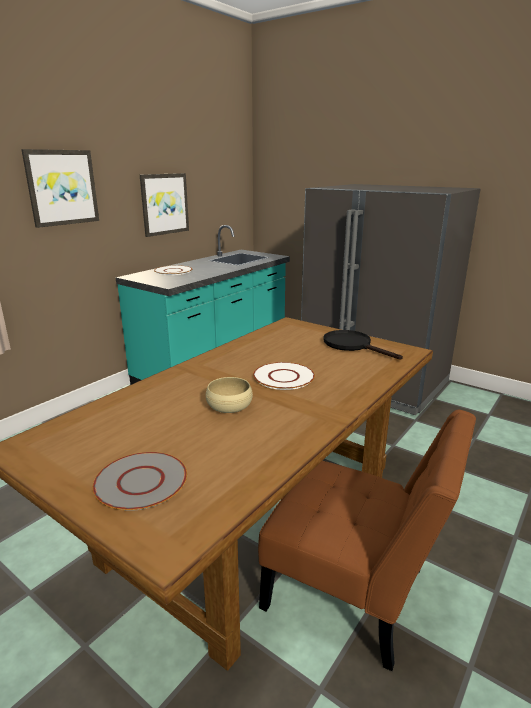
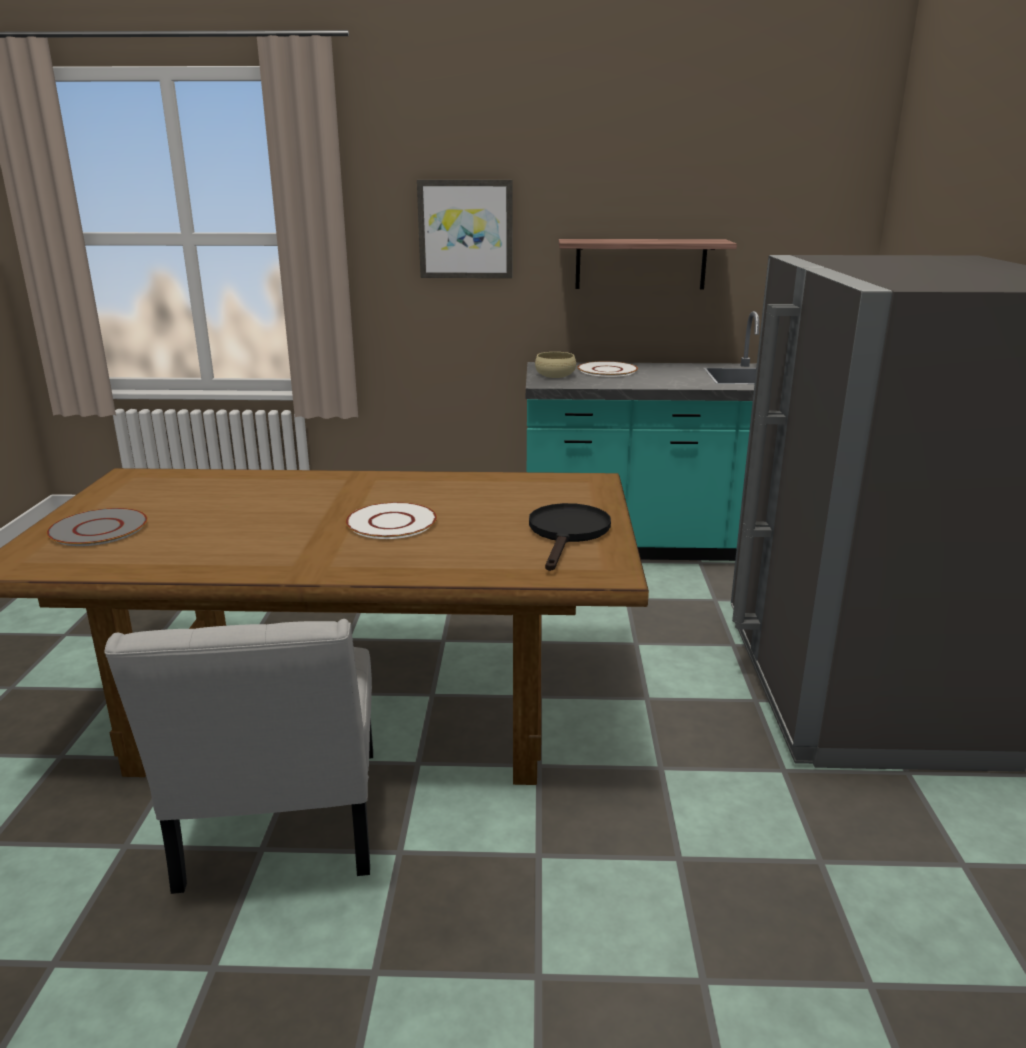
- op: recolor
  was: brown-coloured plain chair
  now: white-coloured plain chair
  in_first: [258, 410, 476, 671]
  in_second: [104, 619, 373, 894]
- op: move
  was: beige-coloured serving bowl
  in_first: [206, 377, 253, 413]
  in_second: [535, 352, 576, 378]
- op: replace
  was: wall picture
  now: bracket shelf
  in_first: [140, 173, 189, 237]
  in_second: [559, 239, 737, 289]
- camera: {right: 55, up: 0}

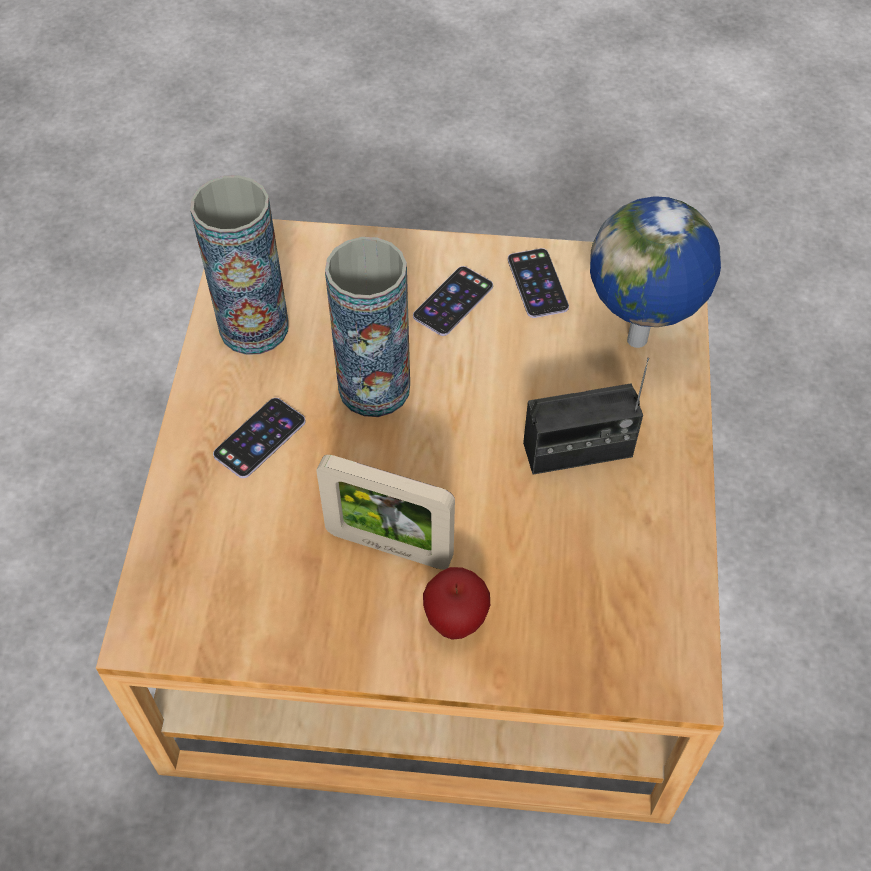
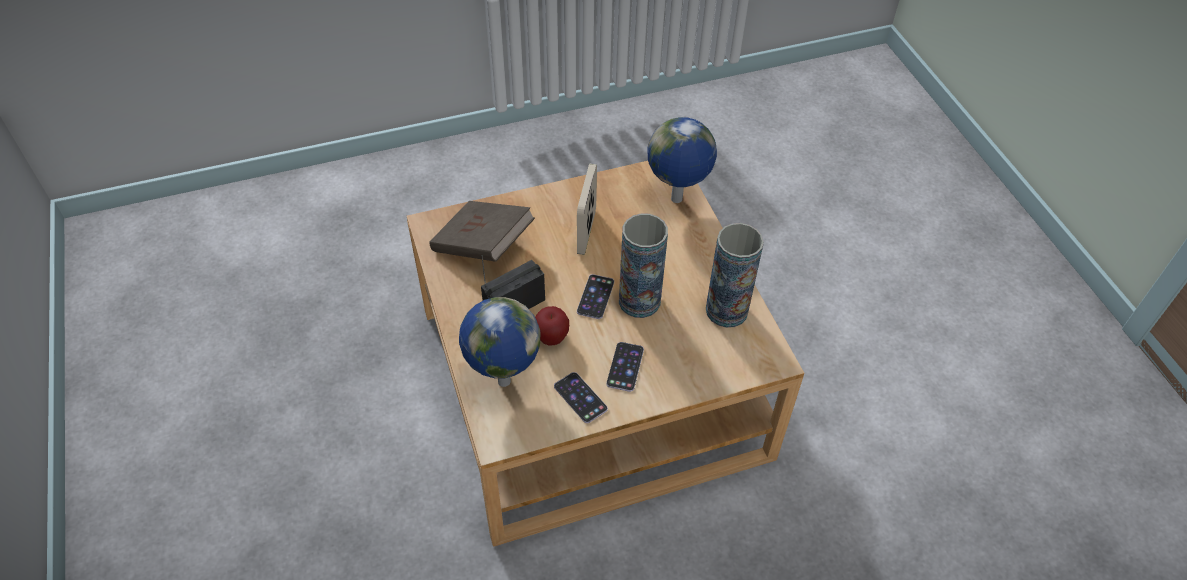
- op: insert
  now: brown-coloured book
  in_second: [429, 201, 535, 262]
- op: move
  was: apple fruit
  in_first: [423, 567, 490, 640]
  in_second: [535, 306, 569, 346]
- op: rotate
  was: photo frame
  in_first: [316, 455, 455, 569]
  in_second: [577, 164, 597, 255]
  clockwise: -75
- op: move
  was: telephone
  in_first: [213, 398, 305, 478]
  in_second: [577, 274, 614, 319]
- op: insert
  now: world globe
  in_second: [647, 117, 717, 203]
- camera: {right: 155, up: -5}

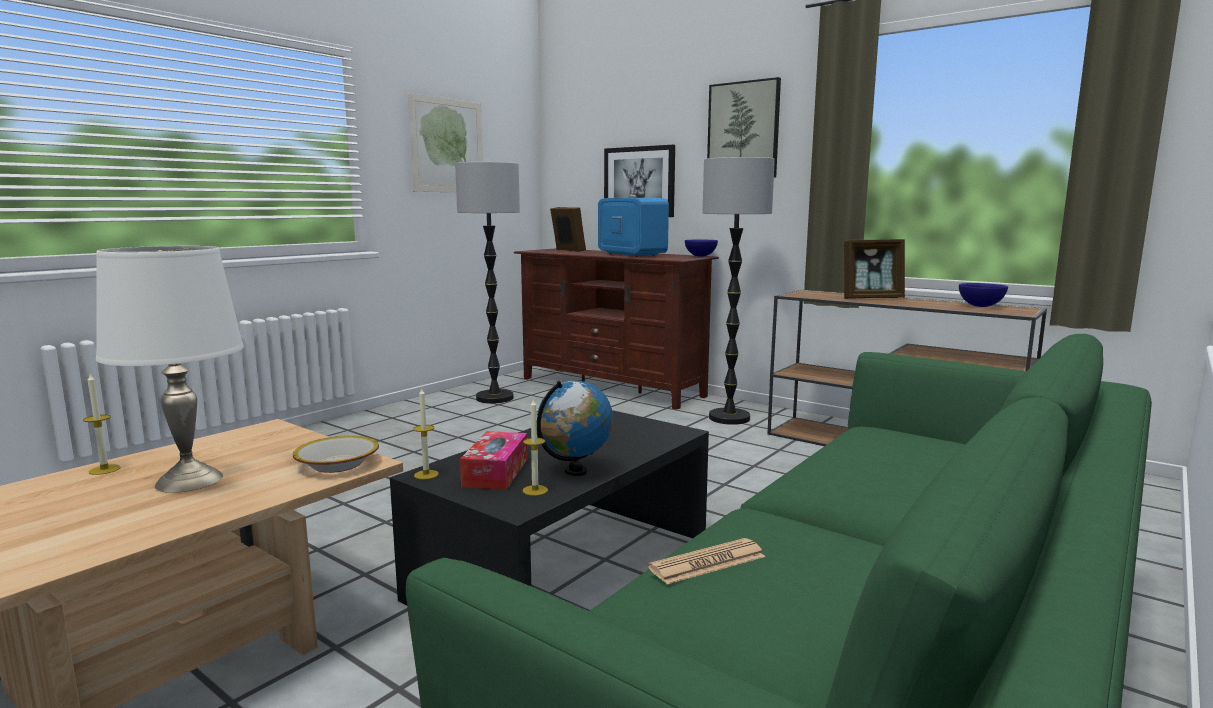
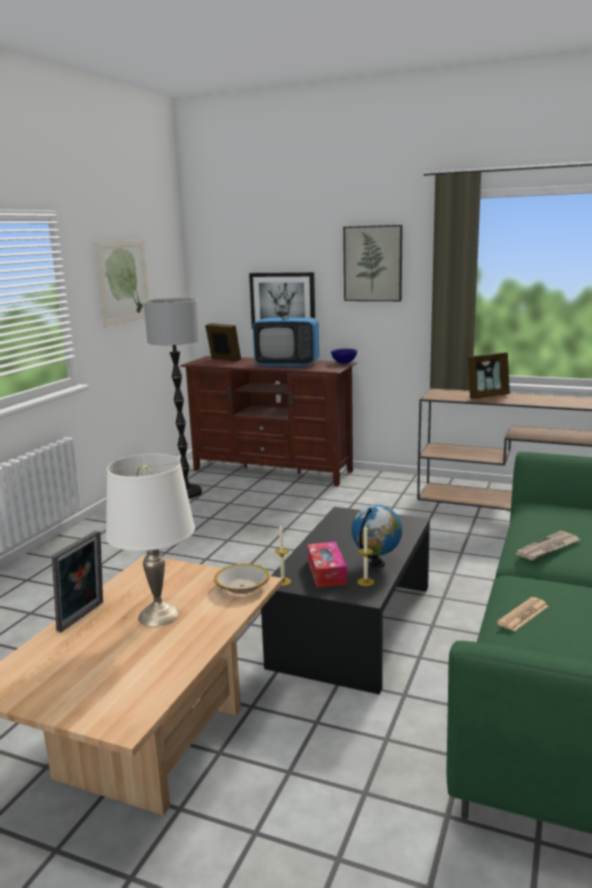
- op: replace
  was: wax light
  now: photo frame
  in_first: [83, 374, 121, 475]
  in_second: [52, 530, 103, 632]
- op: rotate
  was: TV
  in_first: [598, 158, 669, 257]
  in_second: [253, 288, 319, 367]
  clockwise: 150
- op: insert
  now: printed paper
  in_second: [515, 531, 581, 561]
- op: delete
  was: standing lamp
  in_first: [703, 157, 775, 425]
- op: delete
  was: bluish serving bowl
  in_first: [959, 283, 1008, 307]
- camera: {right: -15, up: 5}

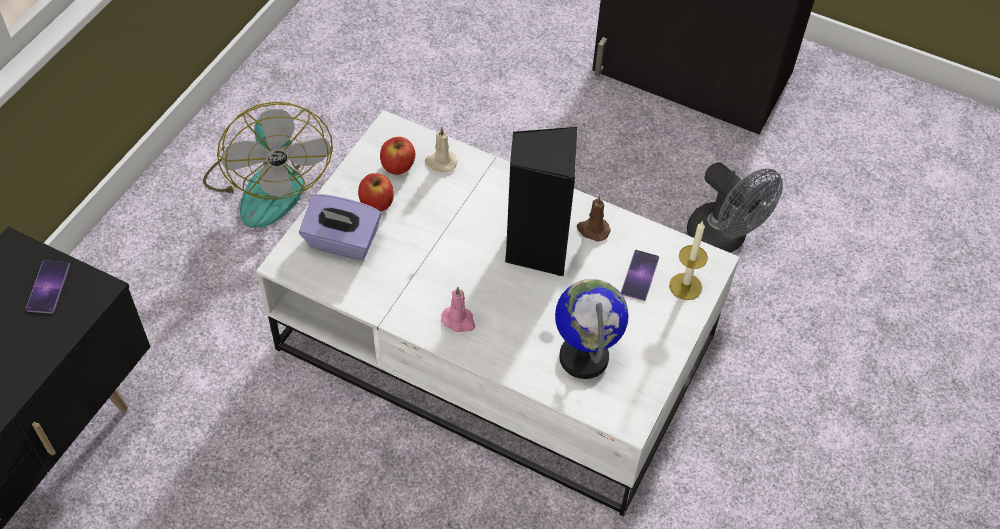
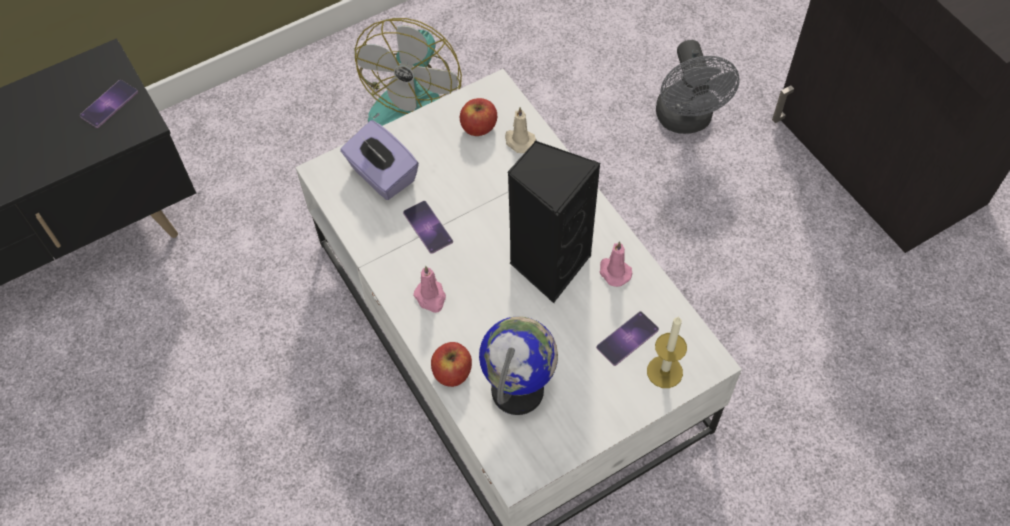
- op: insert
  now: telephone
  in_second: [403, 201, 453, 254]
- op: move
  was: apple fruit
  in_first: [358, 173, 394, 212]
  in_second: [431, 342, 472, 387]
- op: recolor
  was: brown-coloured wax light
  now: pink wax light
  in_first: [577, 196, 611, 241]
  in_second: [600, 241, 632, 287]
- op: move
  was: grey cooling fan
  in_first: [687, 162, 783, 253]
  in_second: [656, 40, 740, 134]
- camera: {right: 35, up: 5}

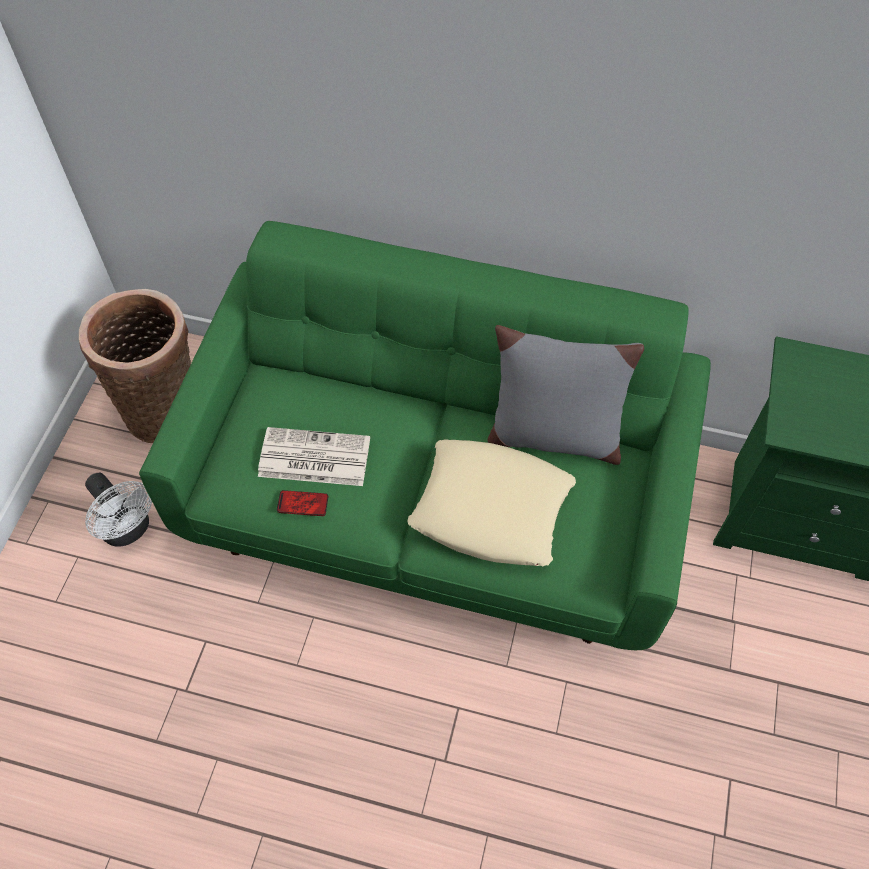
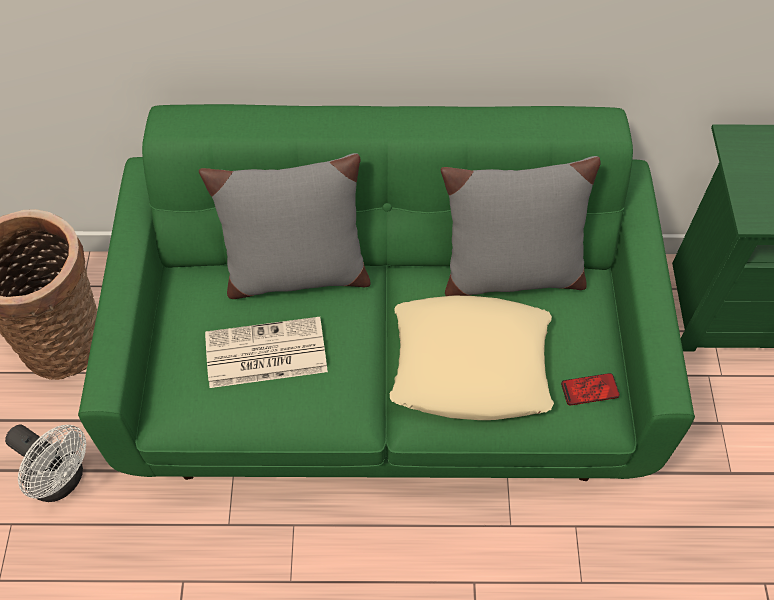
- op: insert
  now: grey cushion
  in_second: [199, 153, 371, 299]
- op: move
  was: telephone
  in_first: [277, 490, 328, 516]
  in_second: [561, 373, 620, 406]
- camera: {right: -15, up: 0}

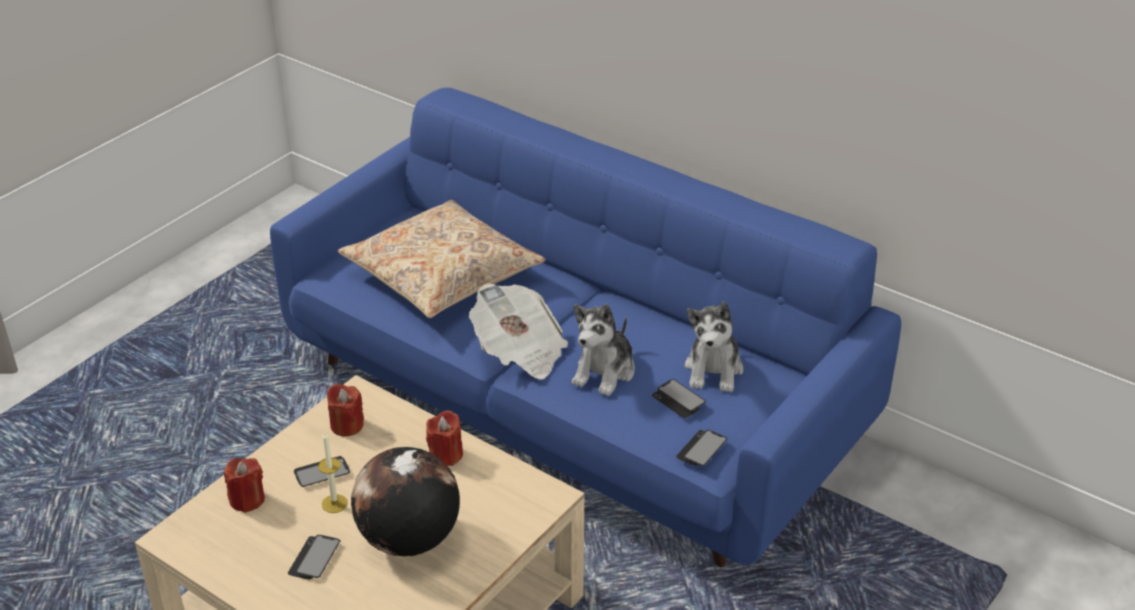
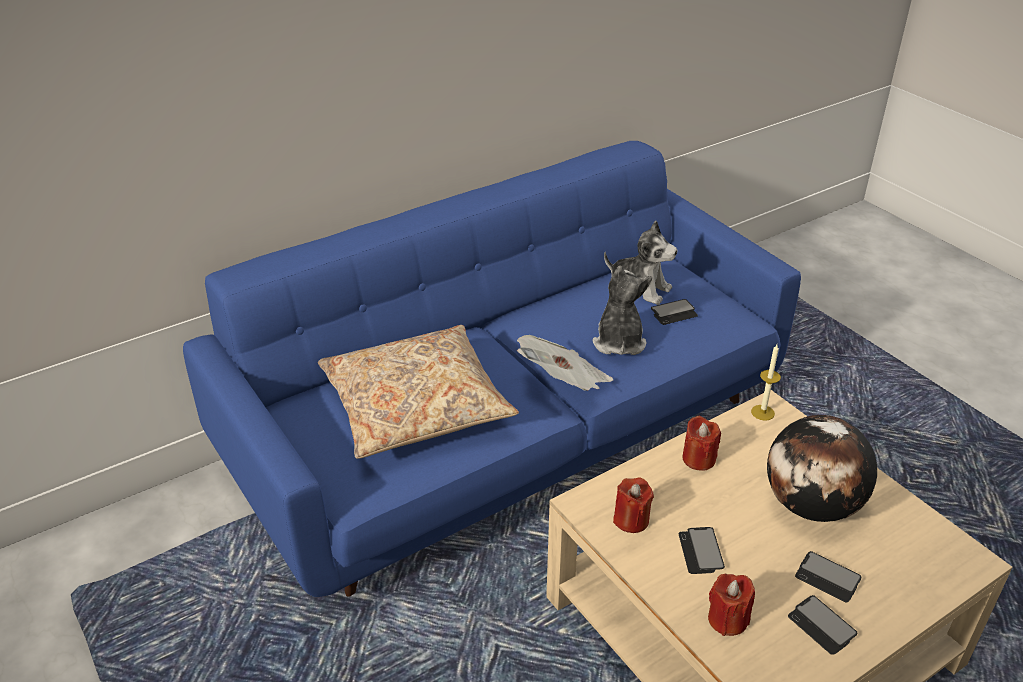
- op: rotate
  was: soft toy
  in_first: [572, 304, 635, 396]
  in_second: [592, 265, 652, 355]
  clockwise: -135
- op: move
  was: wax light
  in_first: [318, 432, 348, 513]
  in_second: [751, 344, 781, 421]
- op: move
  was: telephone
  in_first: [676, 430, 728, 466]
  in_second: [788, 595, 857, 655]
- camera: {right: -70, up: 0}

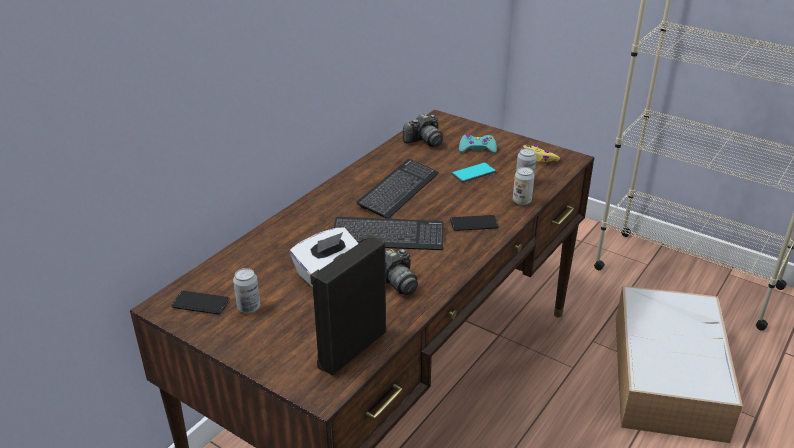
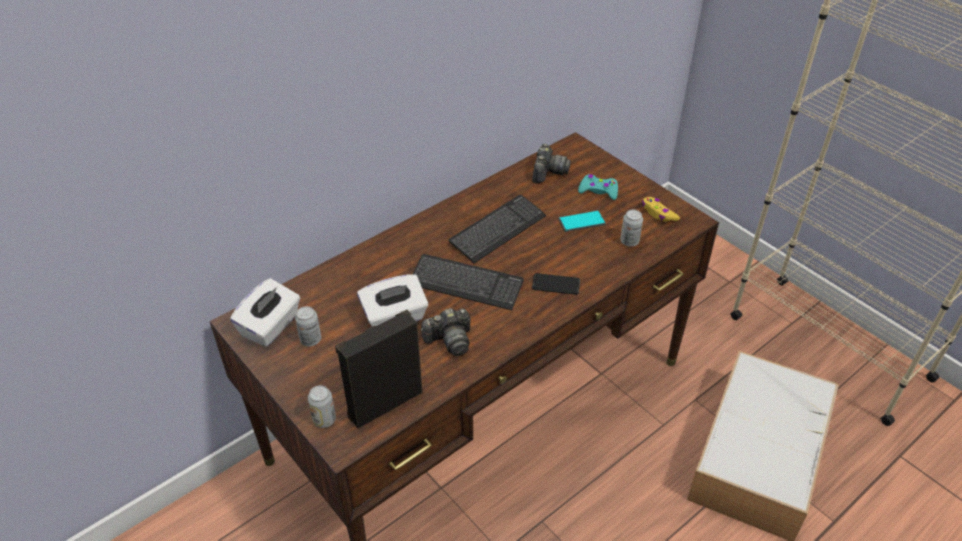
- op: replace
  was: telephone
  now: white-coloured box of tissues
  in_first: [171, 291, 230, 314]
  in_second: [230, 278, 300, 347]
- op: move
  was: sealed can
  in_first: [513, 167, 535, 205]
  in_second: [308, 385, 336, 428]
- op: rotate
  was: photo camera
  in_first: [403, 114, 443, 147]
  in_second: [532, 144, 571, 183]
  clockwise: -60
- camera: {right: 15, up: 10}

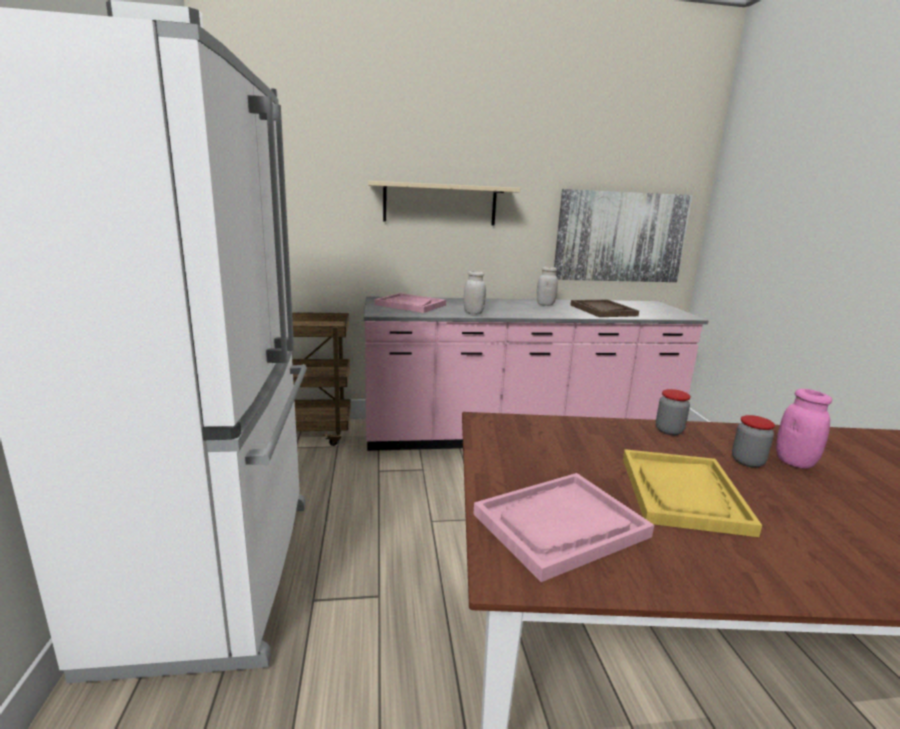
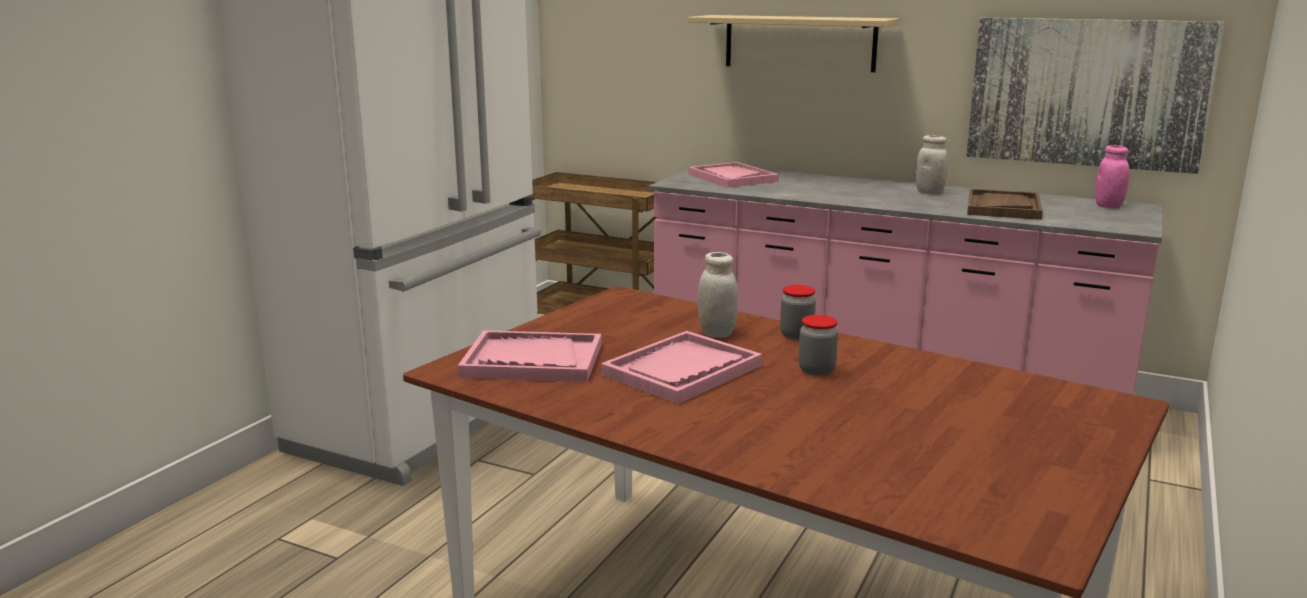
- op: recolor
  was: yellowish tray
  now: pink tray
  in_first: [623, 449, 762, 537]
  in_second: [601, 331, 762, 404]
- op: move
  was: white-coloured jar
  in_first: [464, 271, 486, 314]
  in_second: [698, 252, 738, 338]
- op: move
  was: pink jar
  in_first: [776, 389, 832, 469]
  in_second: [1095, 145, 1129, 208]
- camera: {right: 35, up: 0}

